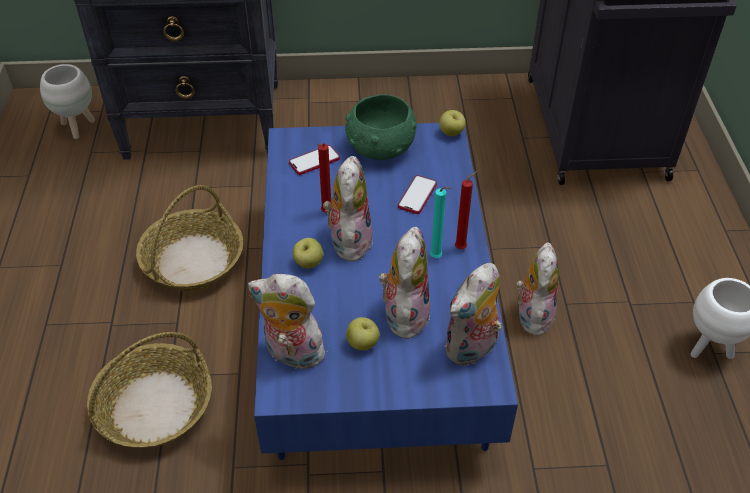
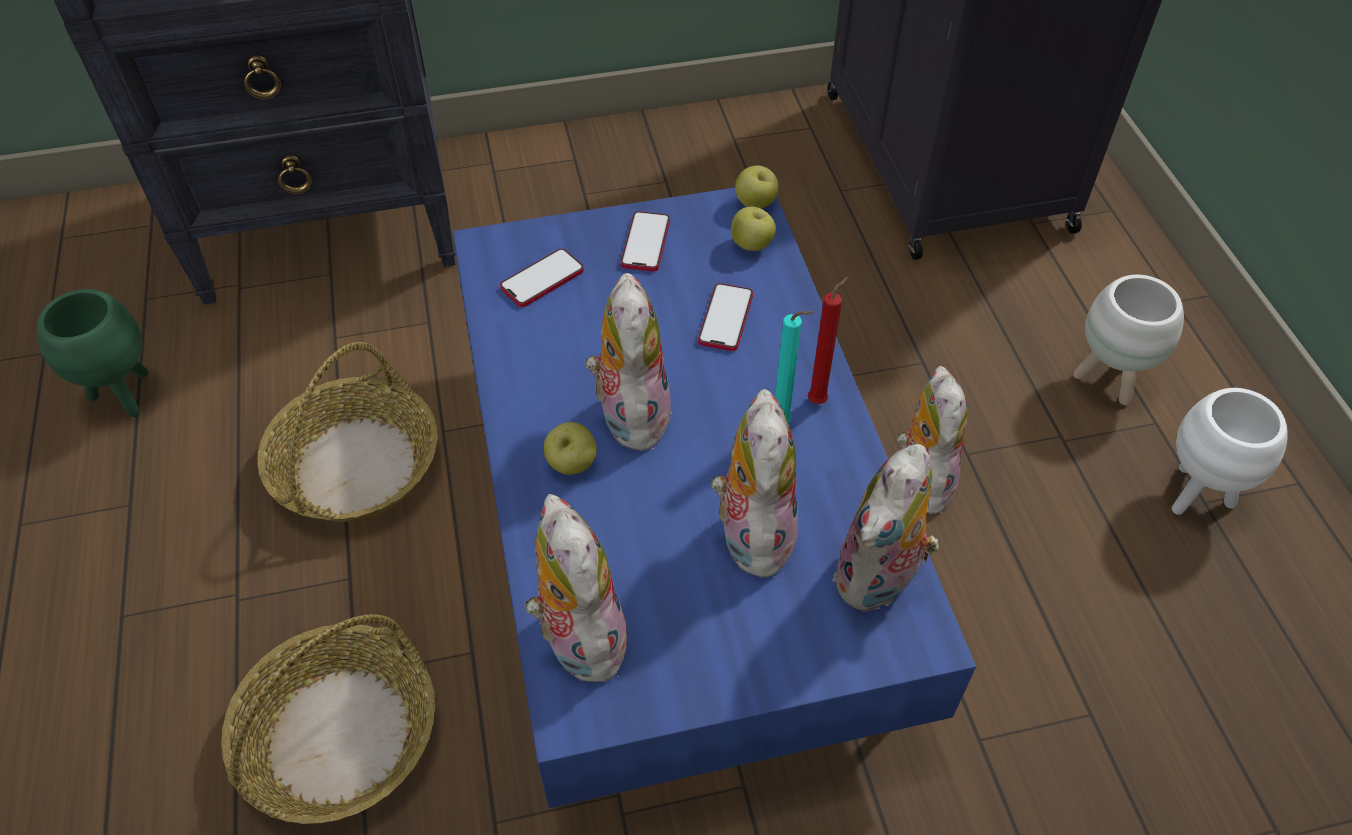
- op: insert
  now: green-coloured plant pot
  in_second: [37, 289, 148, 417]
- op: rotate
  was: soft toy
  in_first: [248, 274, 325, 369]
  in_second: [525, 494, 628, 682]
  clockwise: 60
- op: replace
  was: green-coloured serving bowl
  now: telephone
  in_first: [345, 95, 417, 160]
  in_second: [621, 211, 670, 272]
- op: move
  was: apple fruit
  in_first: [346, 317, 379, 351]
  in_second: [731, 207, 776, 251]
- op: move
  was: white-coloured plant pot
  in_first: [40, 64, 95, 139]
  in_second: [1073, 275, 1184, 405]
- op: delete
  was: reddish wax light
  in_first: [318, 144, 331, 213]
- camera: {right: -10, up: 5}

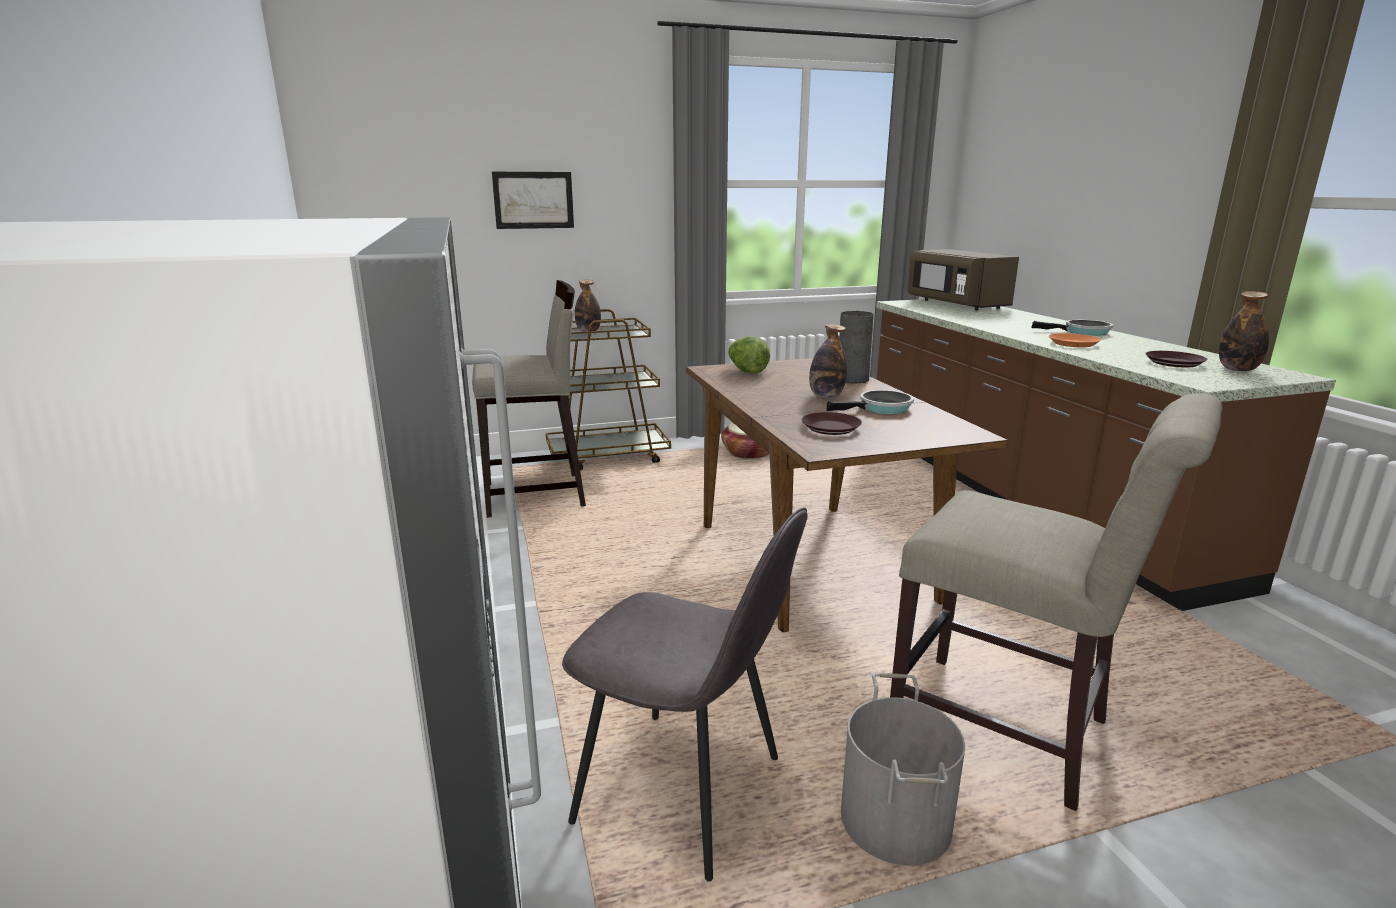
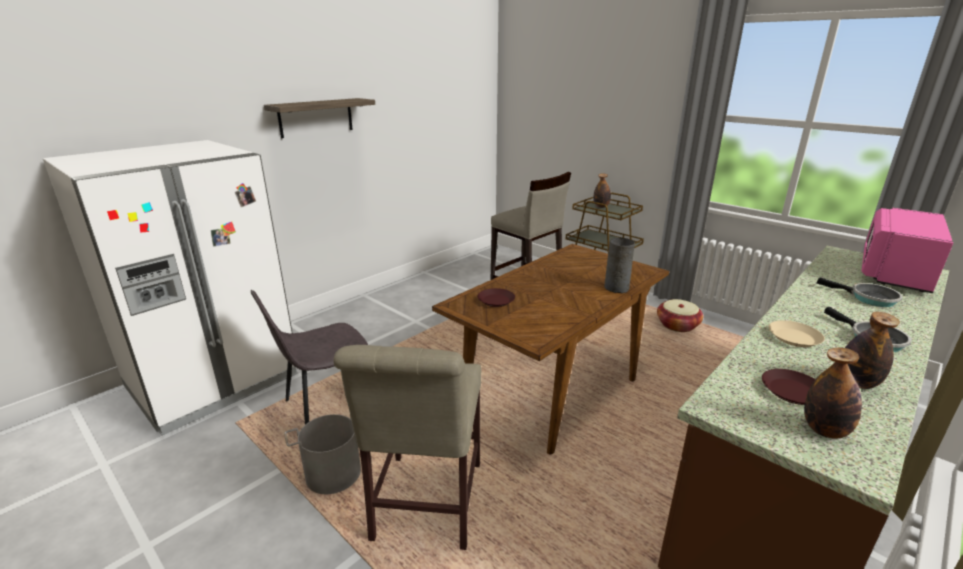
- op: rotate
  was: grey plain chair
  in_first: [562, 508, 808, 882]
  in_second: [251, 290, 368, 425]
  clockwise: 60
- op: insert
  now: bracket shelf
  in_second: [264, 98, 375, 138]
- op: recolor
  was: orangey plate
  now: beige-coloured plate
  in_first: [1049, 333, 1101, 347]
  in_second: [768, 320, 825, 347]
- op: move
  was: frying pan
  in_first: [826, 390, 914, 414]
  in_second: [816, 277, 903, 307]
- op: move
  was: beverage bottle
  in_first: [809, 324, 847, 398]
  in_second: [845, 312, 900, 389]
- op: recolor
  was: brown-coloured kitchen microwave
  now: pink kitchen microwave
  in_first: [907, 249, 1019, 311]
  in_second: [861, 208, 953, 293]
- op: delete
  was: wall picture
  in_first: [492, 172, 574, 229]
- op: delete
  was: head of lettuce
  in_first: [728, 336, 770, 374]
- camera: {right: 60, up: 5}

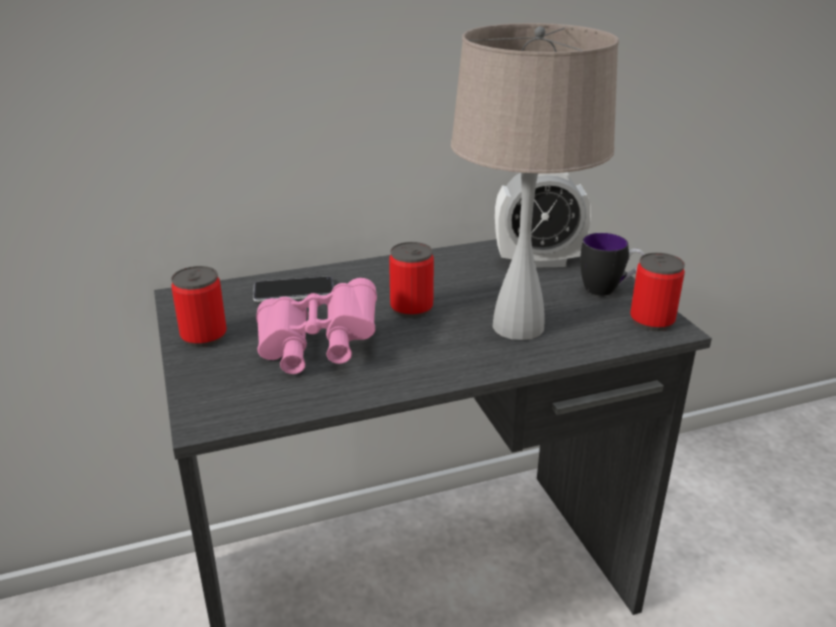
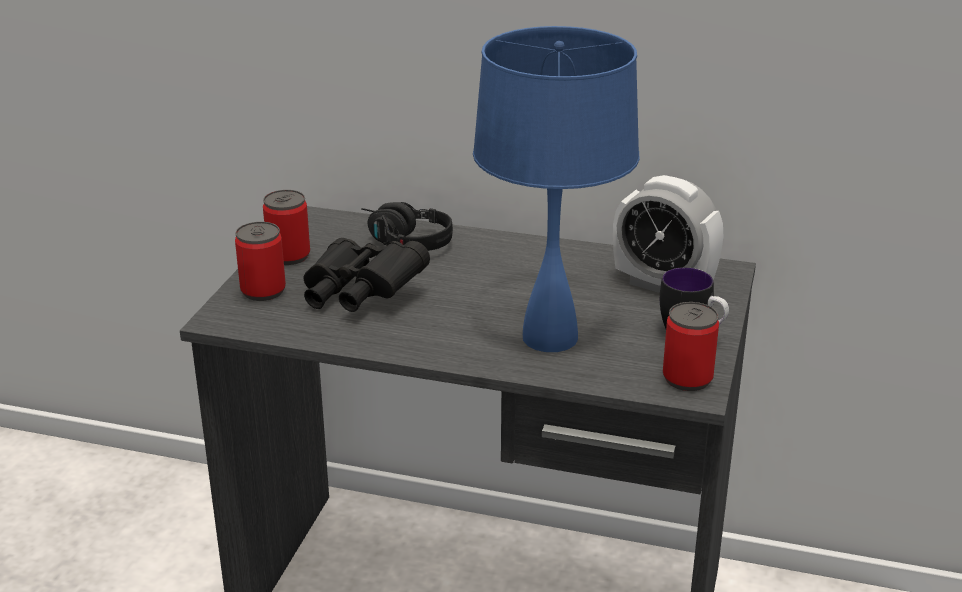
- op: move
  was: sealed can
  in_first: [389, 242, 434, 318]
  in_second: [235, 222, 286, 301]
- op: recolor
  was: pink field glasses
  now: black-coloured field glasses
  in_first: [256, 278, 377, 374]
  in_second: [303, 238, 430, 312]
- op: replace
  was: telephone
  now: black-coloured headphones
  in_first: [253, 277, 334, 303]
  in_second: [361, 202, 453, 251]
- op: recolor
  was: beige-coloured table lamp
  now: bluish table lamp
  in_first: [451, 23, 619, 340]
  in_second: [473, 26, 640, 352]
- camera: {right: 35, up: 0}

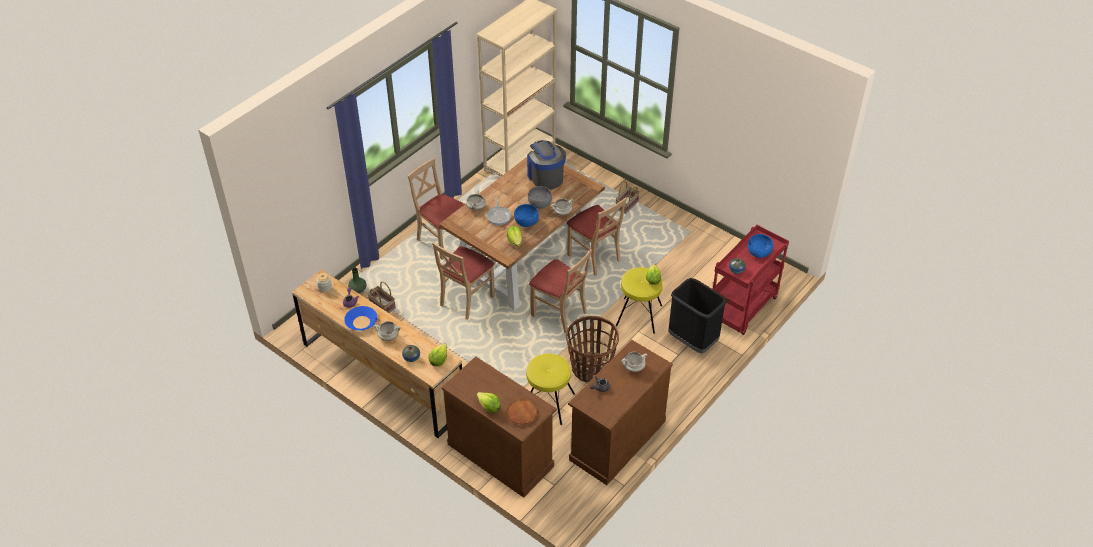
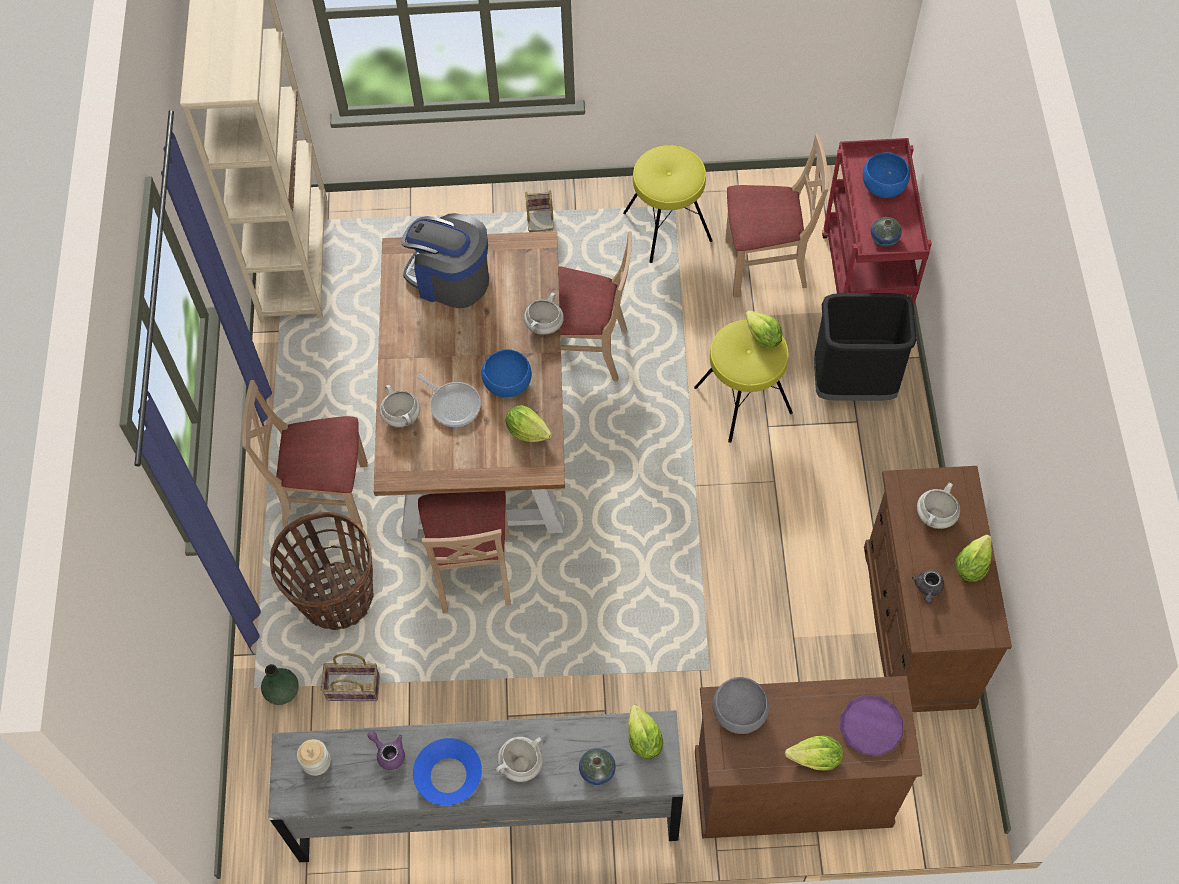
- op: recolor
  was: brown-coloured chest of drawers
  now: grey chest of drawers
  in_first: [292, 270, 462, 438]
  in_second: [268, 710, 683, 862]
- op: move
  was: household basket
  in_first: [566, 316, 619, 382]
  in_second: [270, 512, 373, 630]
- op: move
  was: yellowish sitting stool
  in_first: [526, 354, 575, 425]
  in_second: [623, 145, 713, 263]
- op: move
  was: grey serving bowl
  in_first: [528, 186, 552, 209]
  in_second: [713, 677, 769, 734]
- op: move
  was: beige-coloured plain chair
  in_first: [529, 249, 592, 333]
  in_second: [725, 134, 829, 297]
- op: recolor
  was: brown-coloured plate
  now: purple plate
  in_first: [506, 398, 539, 425]
  in_second: [840, 695, 903, 756]
- op: insert
  now: head of lettuce
  in_second: [955, 534, 992, 582]
- camera: {right: -40, up: 15}

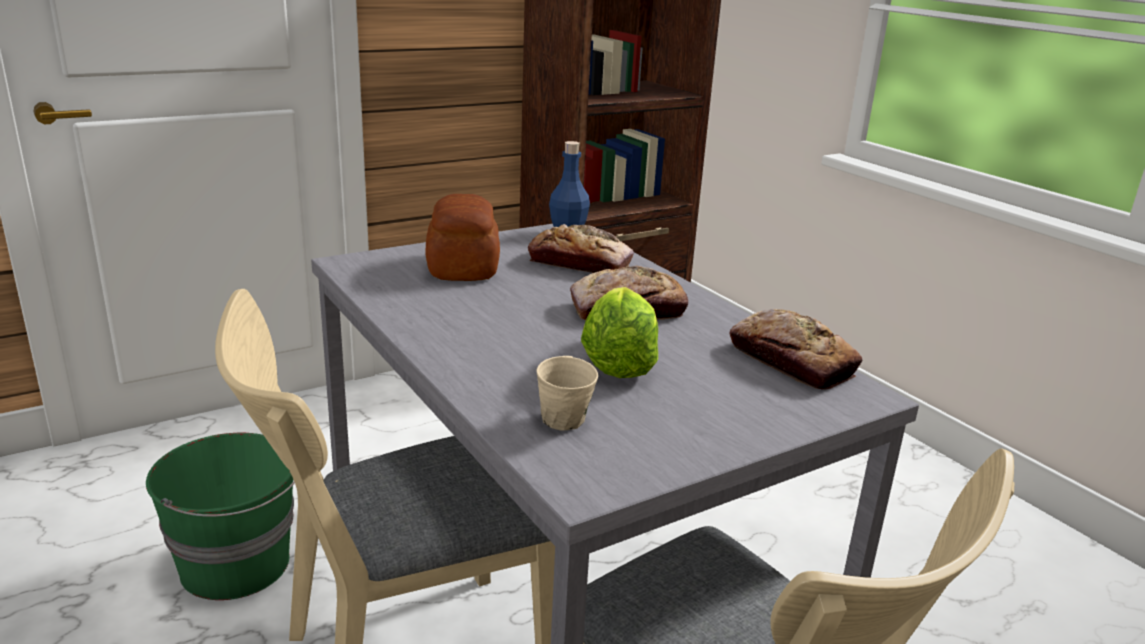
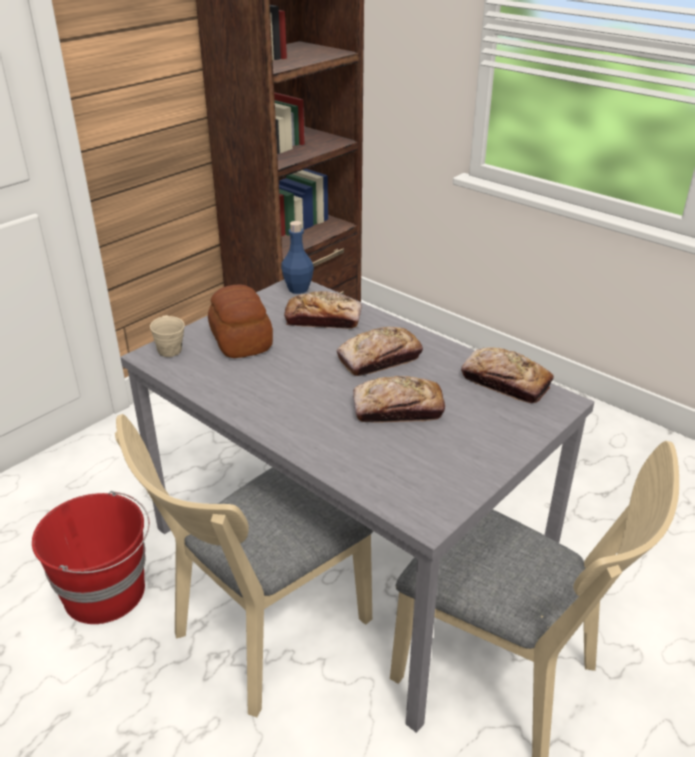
- op: recolor
  was: green-coloured bucket
  now: reddish bucket
  in_first: [146, 433, 295, 600]
  in_second: [32, 491, 150, 624]
- op: move
  was: beige-coloured mug
  in_first: [536, 356, 598, 431]
  in_second: [150, 315, 185, 357]
- op: replace
  was: head of lettuce
  now: baked bread
  in_first: [581, 287, 658, 378]
  in_second: [353, 376, 445, 423]
- camera: {right: -15, up: 10}

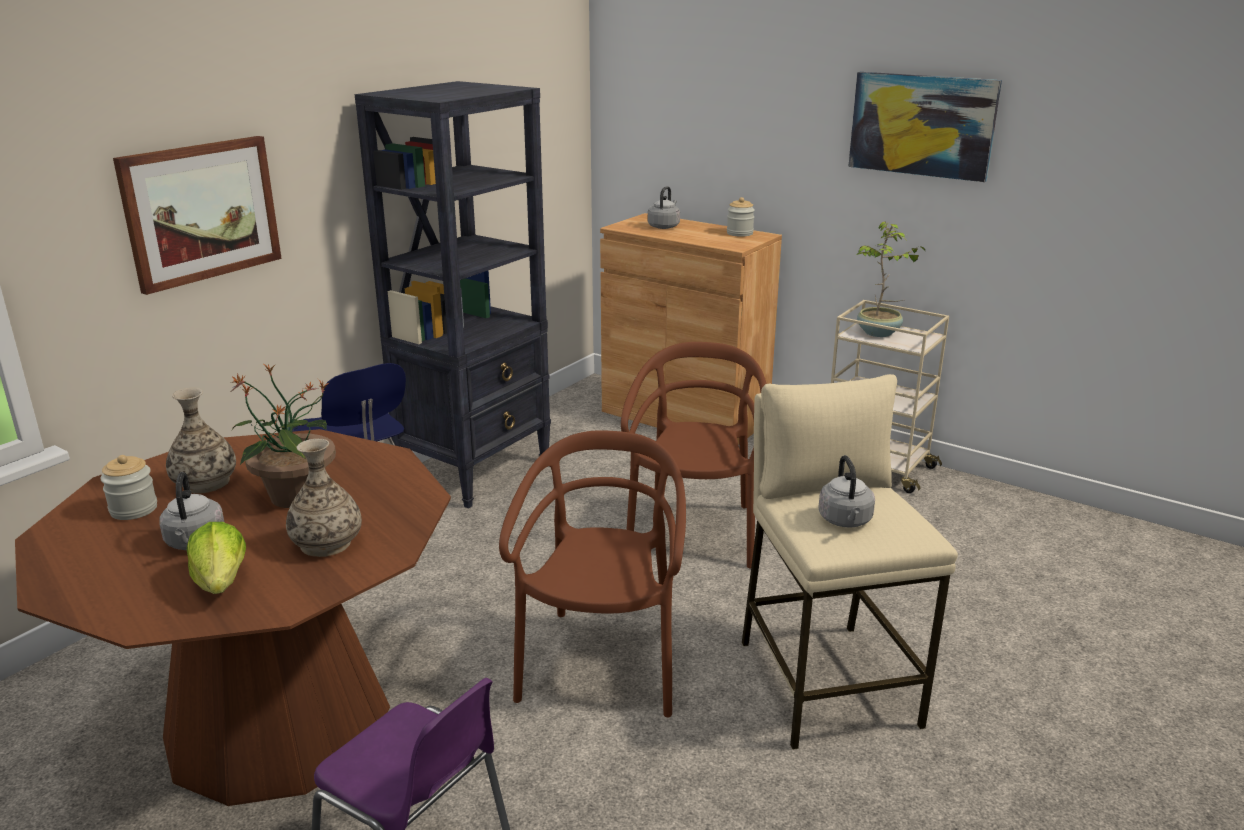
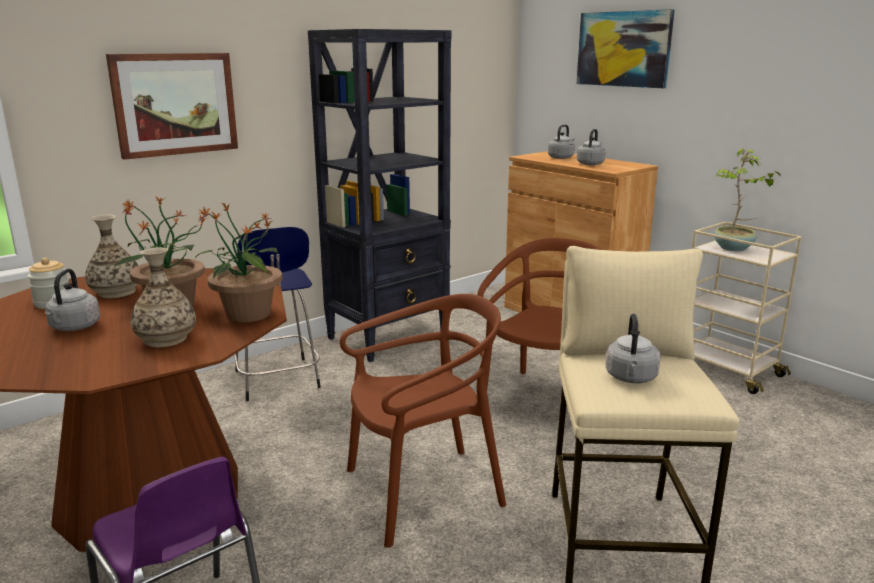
- op: insert
  now: houseplant
  in_second: [195, 202, 283, 322]
- op: rotate
  was: brown-coloured plain chair
  in_first: [499, 430, 686, 717]
  in_second: [340, 294, 506, 548]
  clockwise: 45
- op: move
  was: wall picture
  in_first: [848, 72, 1002, 182]
  in_second: [577, 9, 674, 88]
- op: insert
  now: grey kettle
  in_second: [577, 129, 606, 165]
- op: delete
  was: head of lettuce
  in_first: [187, 522, 246, 594]
- op: delete
  was: jar
  in_first: [727, 197, 755, 237]
- camera: {right: 15, up: -5}

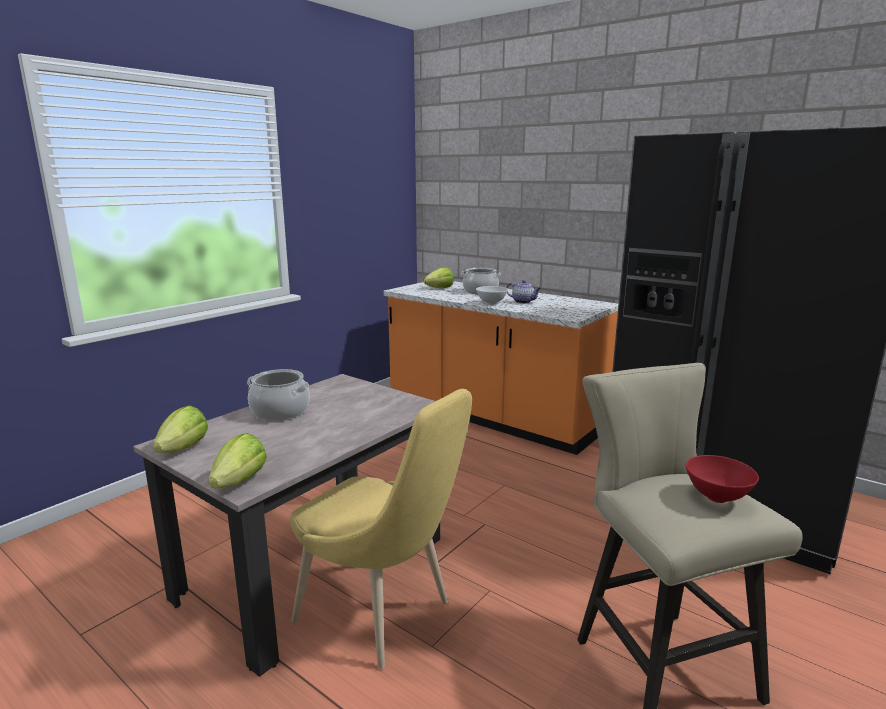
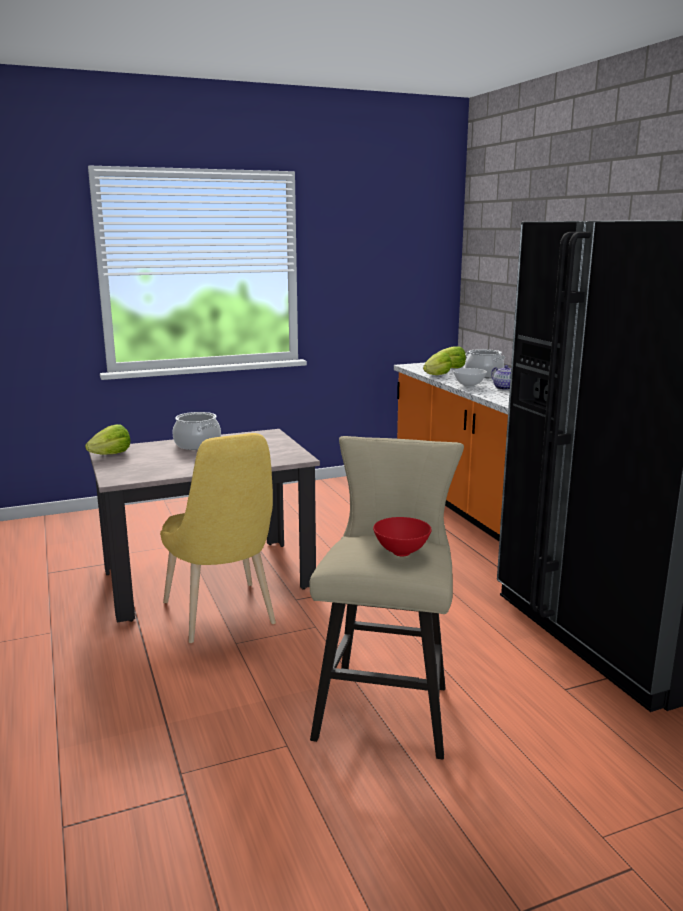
- op: move
  was: head of lettuce
  in_first: [208, 433, 267, 489]
  in_second: [423, 352, 452, 375]
- camera: {right: 30, up: 0}

